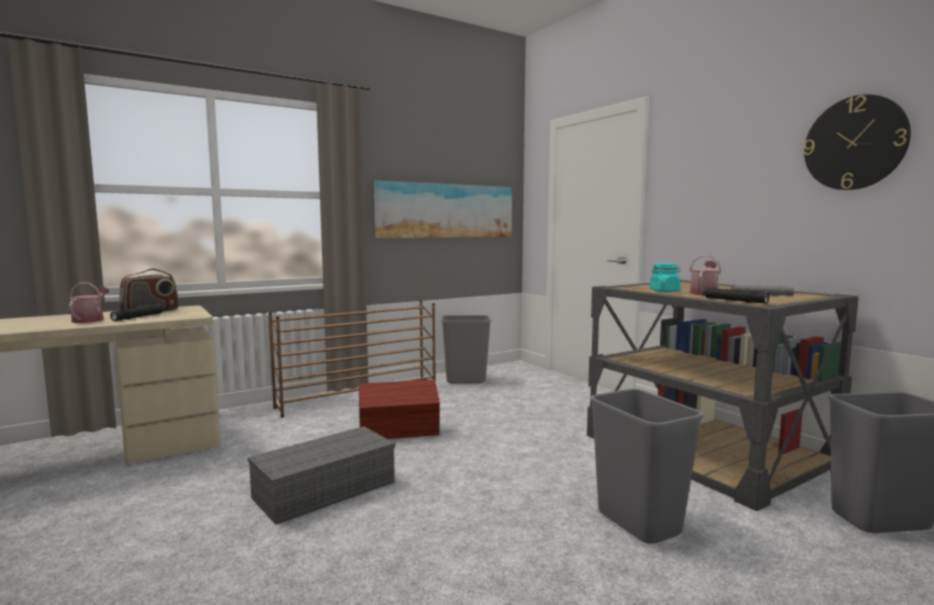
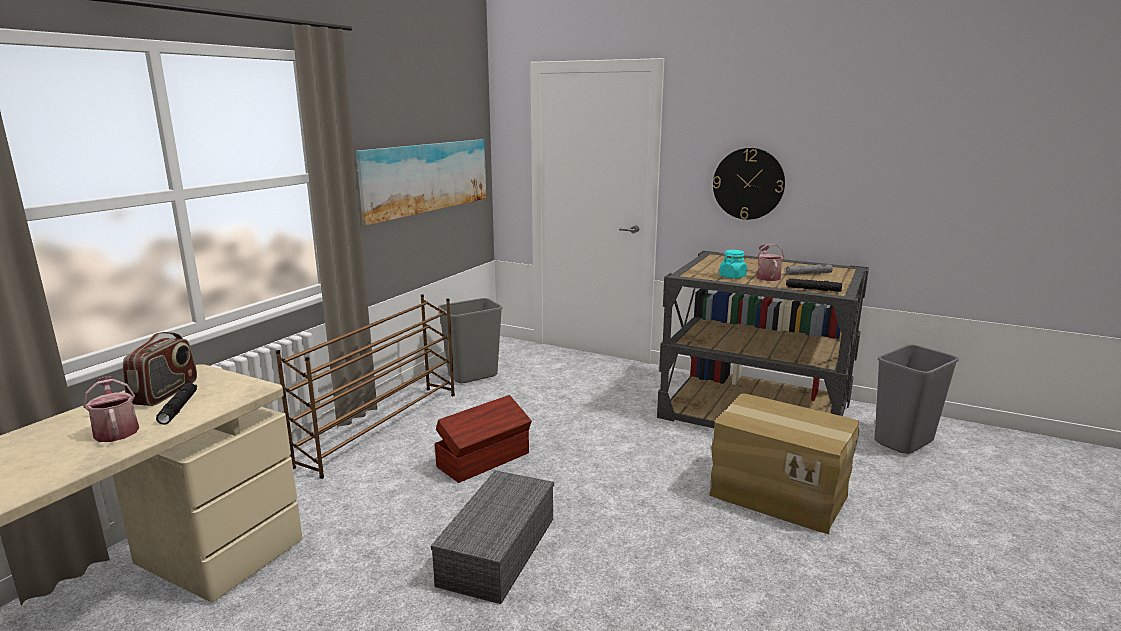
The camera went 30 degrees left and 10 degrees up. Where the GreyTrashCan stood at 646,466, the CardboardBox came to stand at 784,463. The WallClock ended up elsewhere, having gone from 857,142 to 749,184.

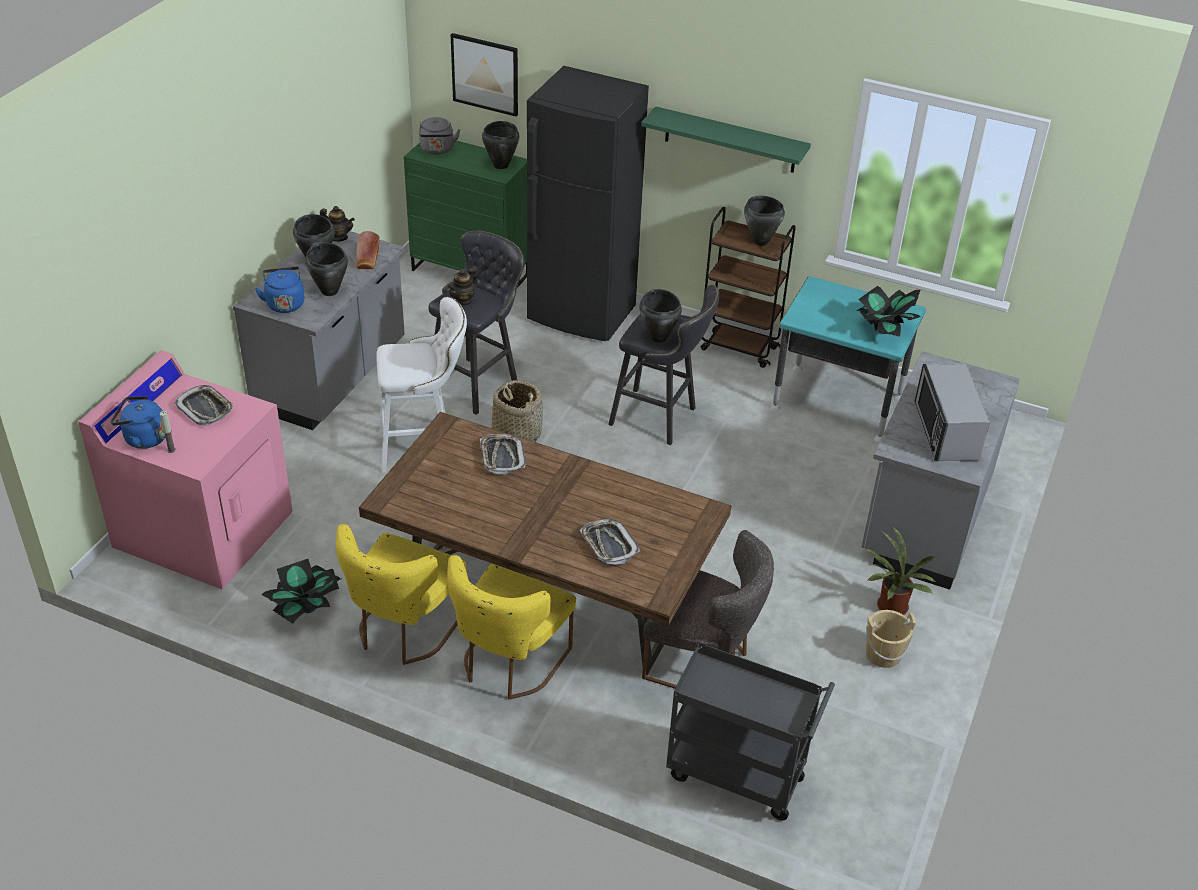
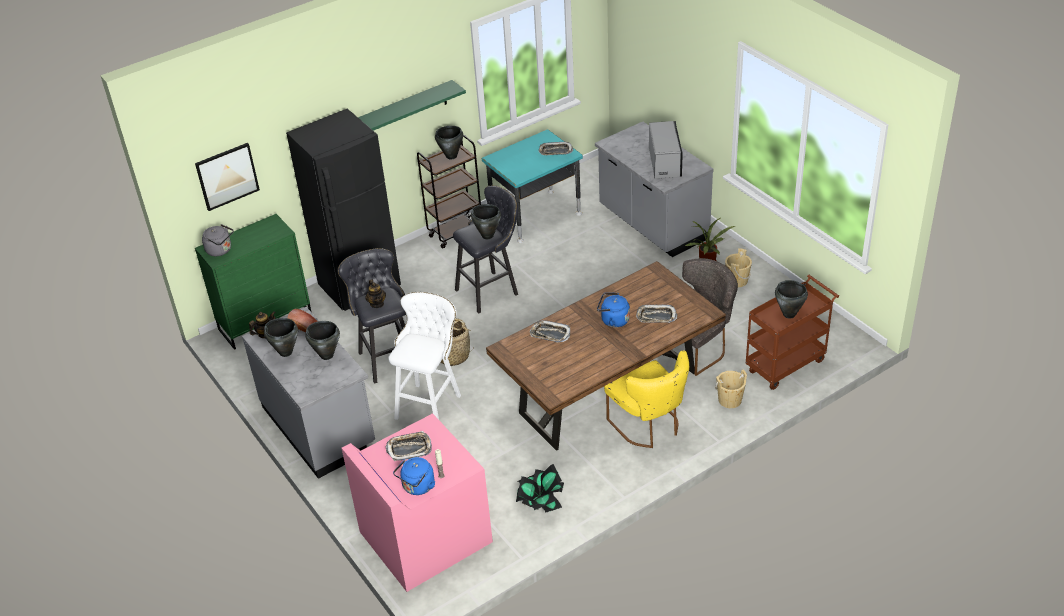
The camera went 55 degrees left and 0 degrees up. Where the PottedPlant stood at 889,311, the Tray came to stand at 556,148. The BlueKettle ended up elsewhere, having gone from 279,290 to 613,310. The Microwave at 952,412 ended up facing another way, 120 degrees counterclockwise from before. The second view gained the BeigeBucket at 731,389. What was the GreyCart at 750,732 turned into the BrownCart at 792,332. The BlackCookingPot ended up elsewhere, having gone from 500,145 to 791,299. The second view lost the YellowChair at 401,594.

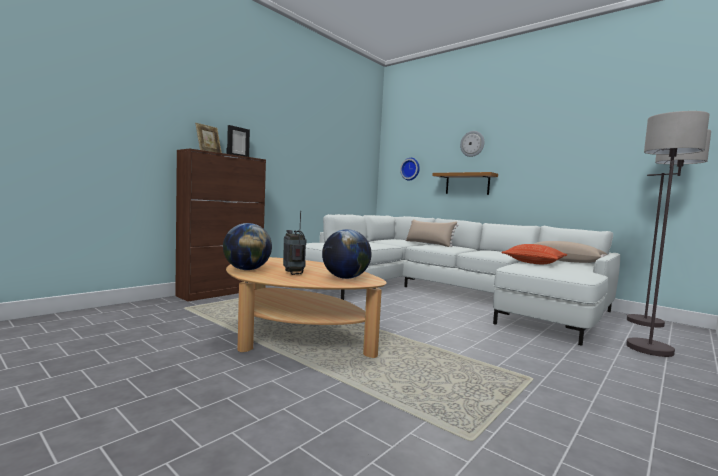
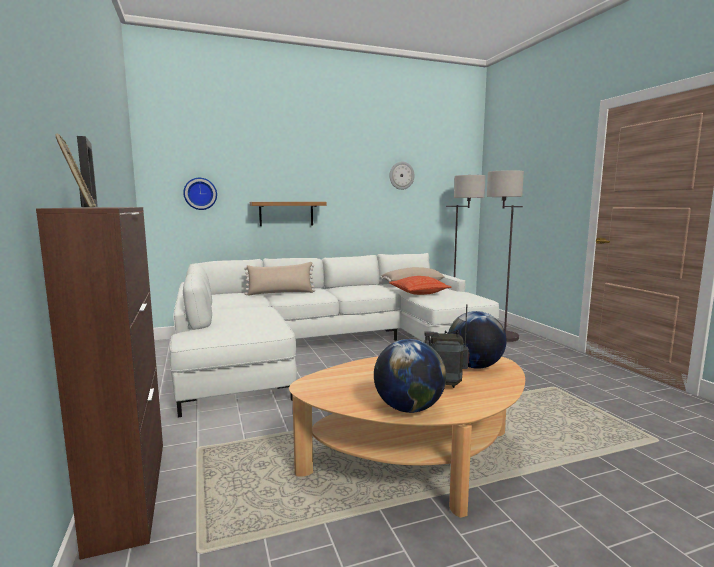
The camera went 60 degrees left and 5 degrees up. The WallClock ended up elsewhere, having gone from 472,144 to 401,176.

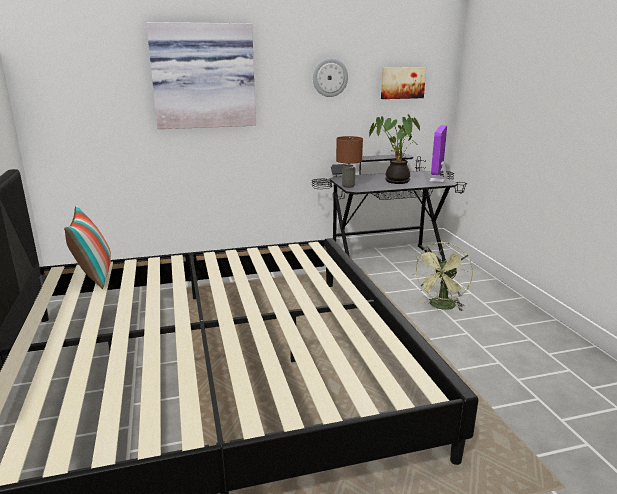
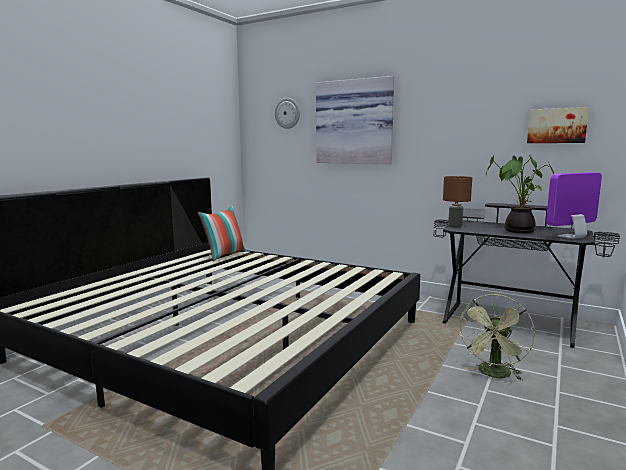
The camera went 45 degrees right and 10 degrees down. The WallClock ended up elsewhere, having gone from 330,77 to 287,113. The GreenFan at 443,276 ended up facing another way, 45 degrees counterclockwise from before.

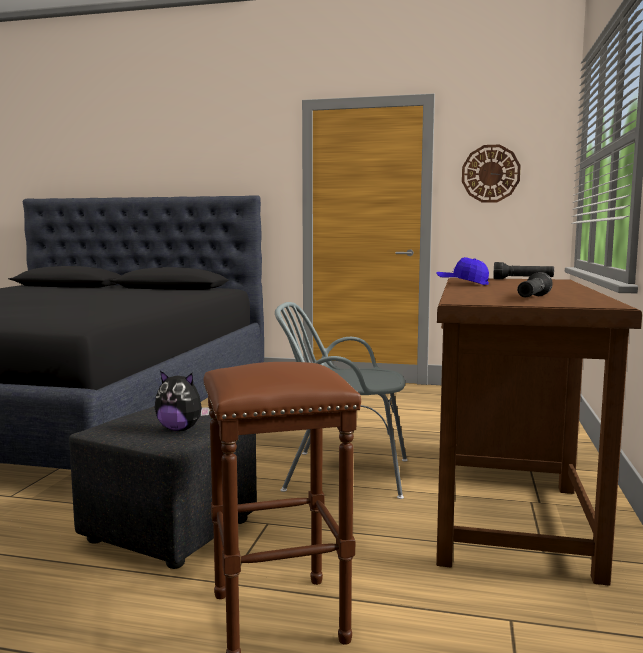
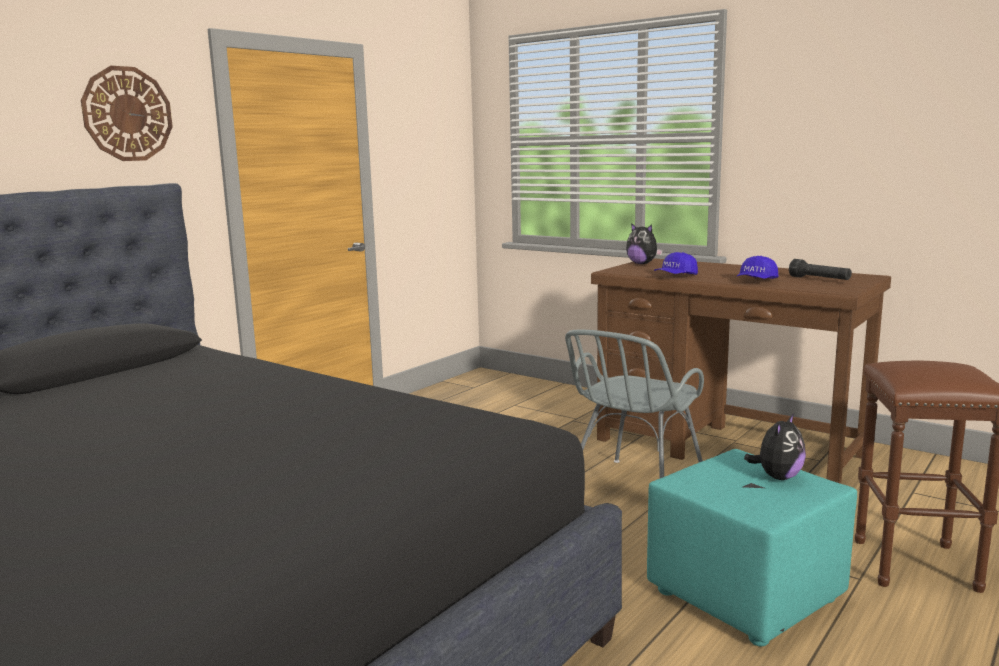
The camera went 65 degrees left and 5 degrees up. The WallClock ended up elsewhere, having gone from 491,174 to 127,113. Where the BlackFlashlight stood at 523,270, the PlushToy came to stand at 644,243. What was the BlackOttoman at 163,487 turned into the TurquoiseOttoman at 752,547. The second view gained the BlueCap at 757,267.

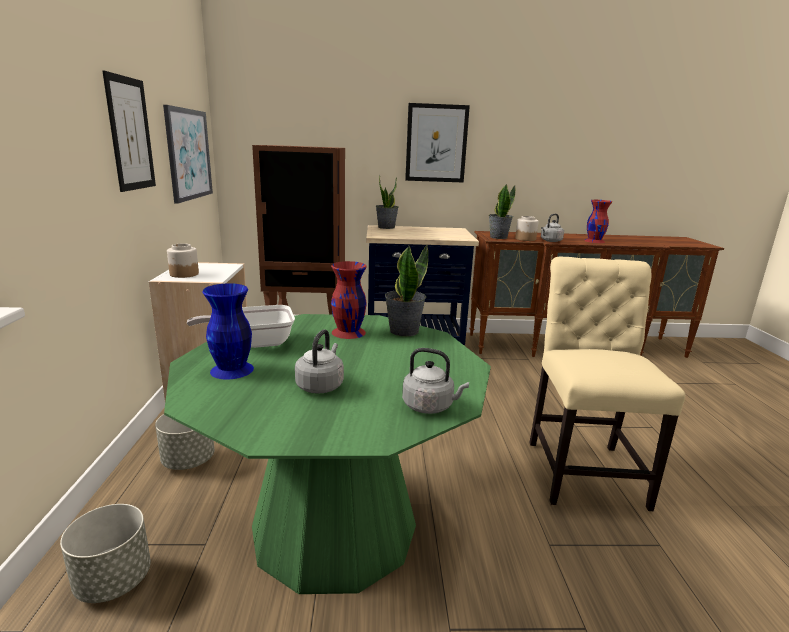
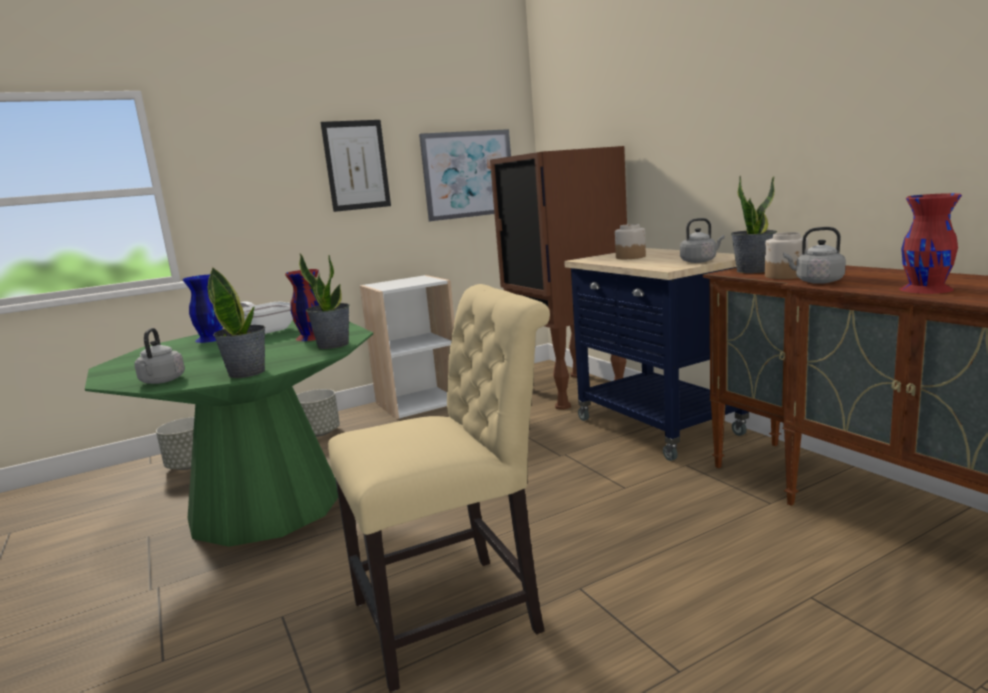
The camera went 65 degrees right and 5 degrees down. The PottedPlant ended up elsewhere, having gone from 387,202 to 237,322. The Jar ended up elsewhere, having gone from 183,260 to 630,241. The GreyKettle ended up elsewhere, having gone from 319,361 to 702,240. The second view lost the Picture at 437,143.

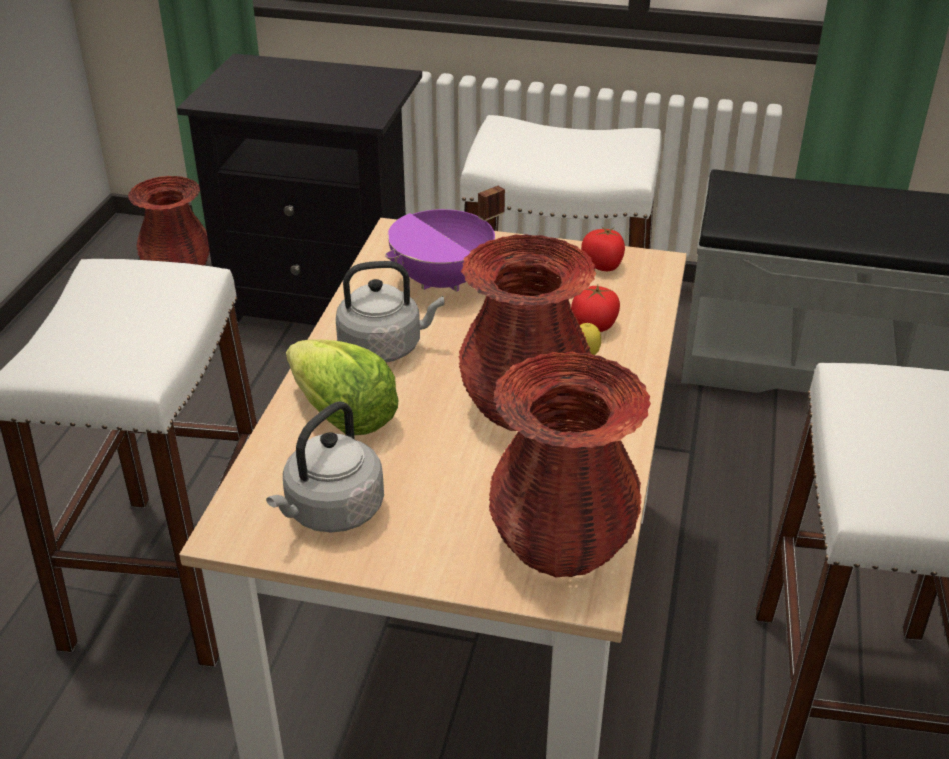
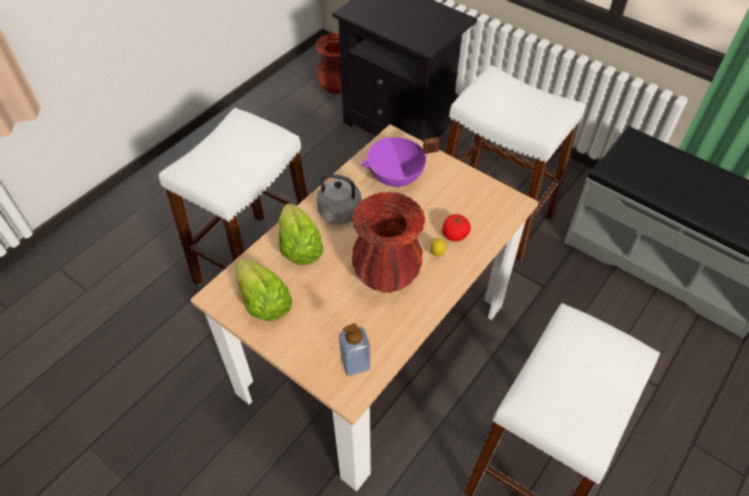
The camera went 25 degrees right and 15 degrees up. Where the GreyKettle stood at 325,467, the Lettuce came to stand at 264,290. Where the RedVase stood at 570,464, the SoapDispenser came to stand at 354,349. The second view lost the Tomato at 603,248.

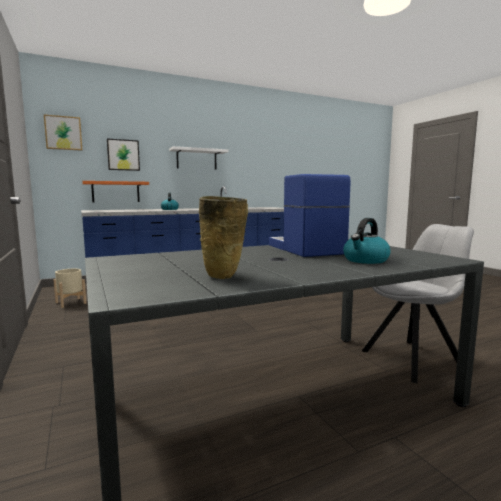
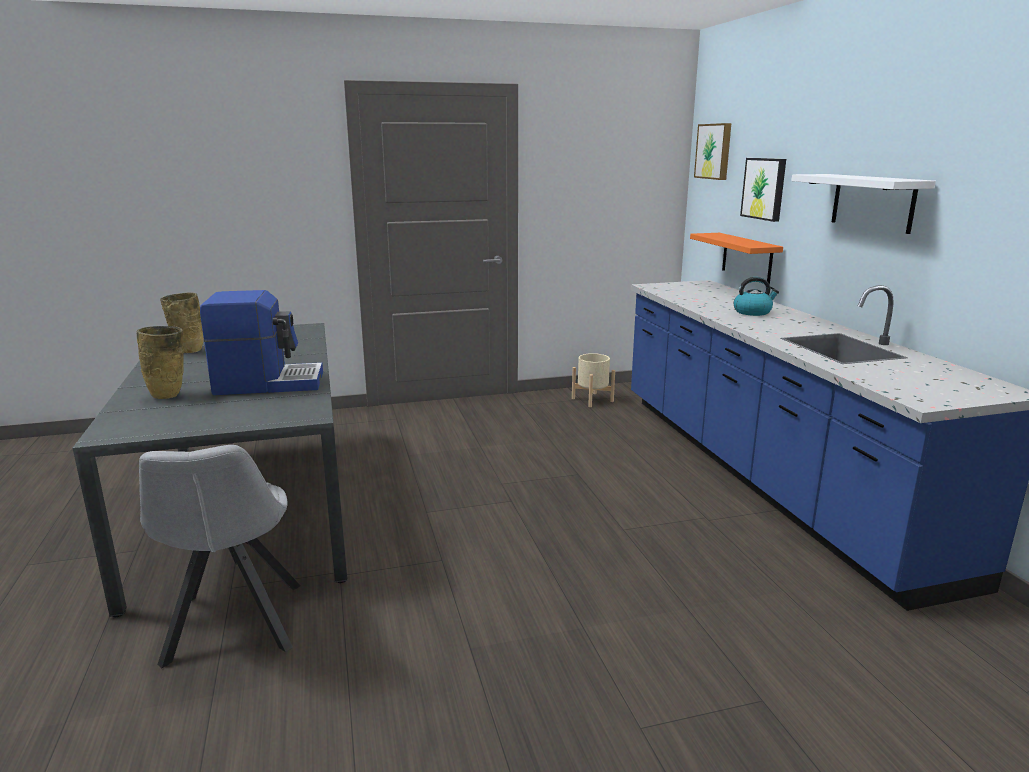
The camera went 100 degrees right and 10 degrees up. Where the Kettle stood at 367,241, the BeigeVase came to stand at 160,362.

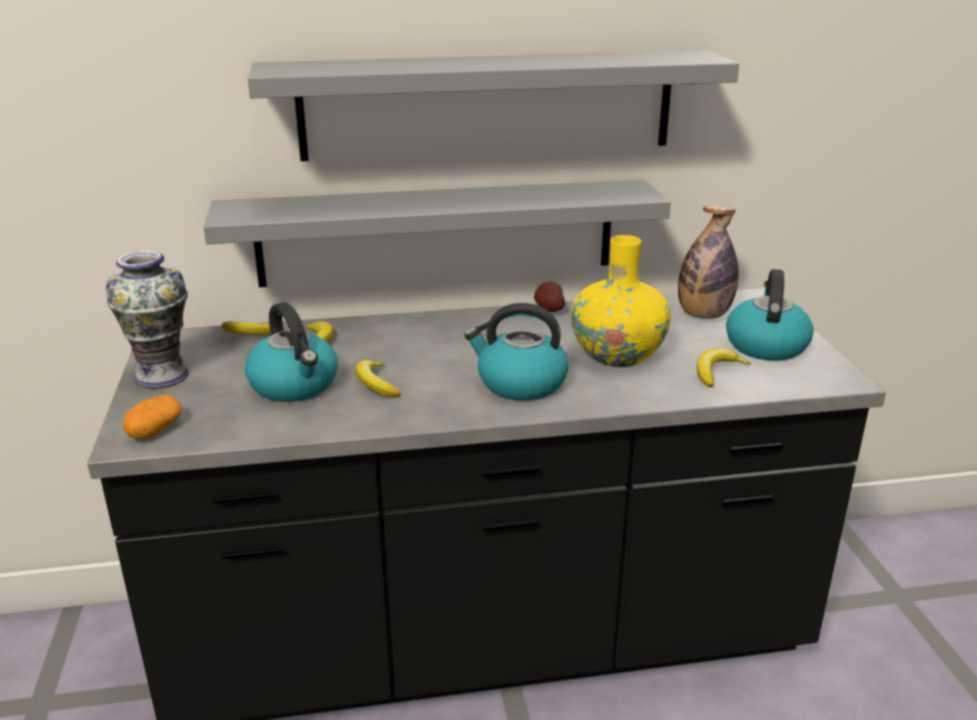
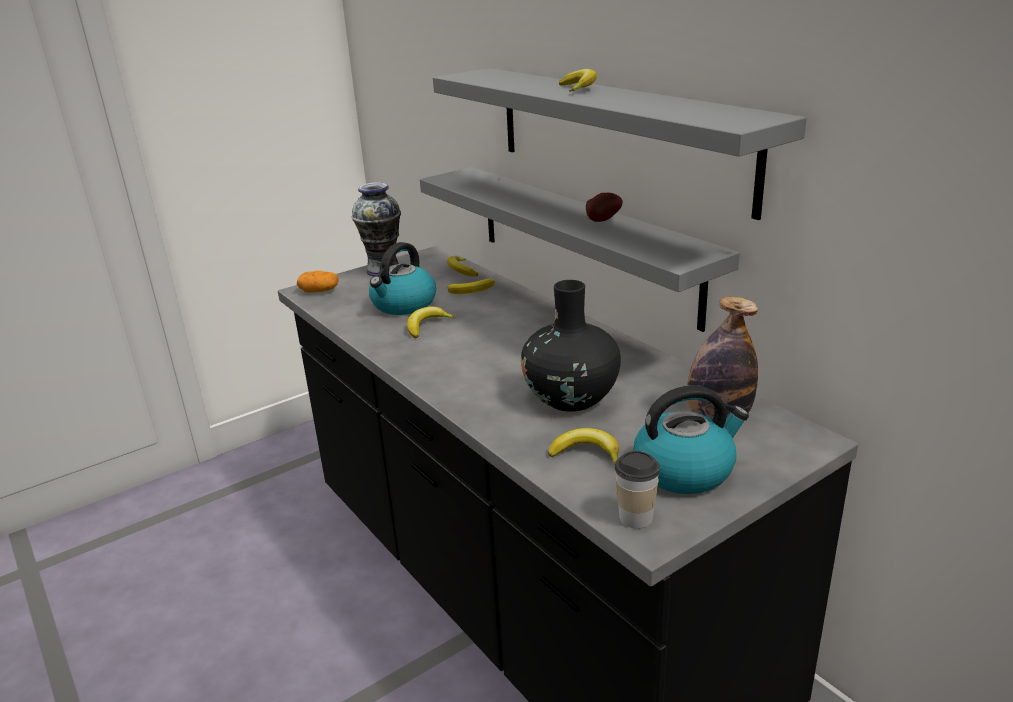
The camera went 65 degrees right and 0 degrees up. What was the YellowVase at 621,301 turned into the BlackVase at 571,346. The second view gained the Banana at 578,80. The Potato ended up elsewhere, having gone from 549,297 to 604,207. The second view gained the Cup at 637,489. The second view lost the Kettle at 516,351.

